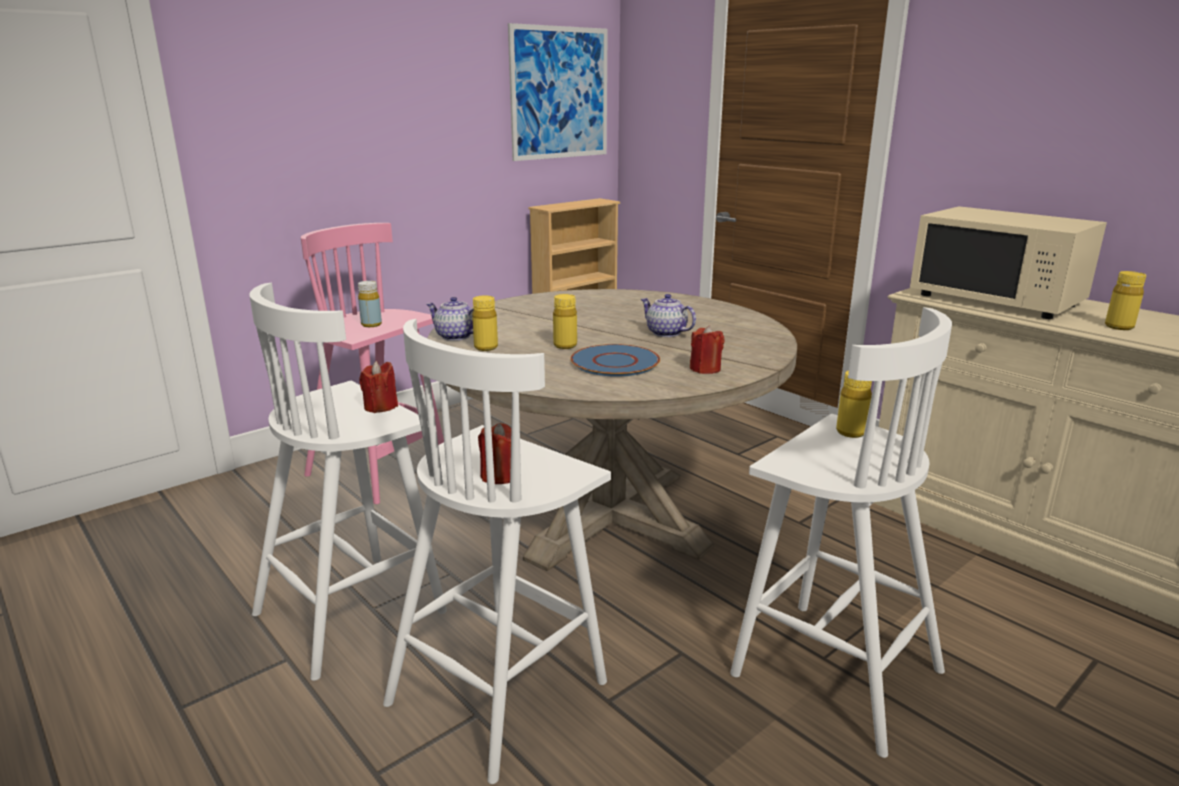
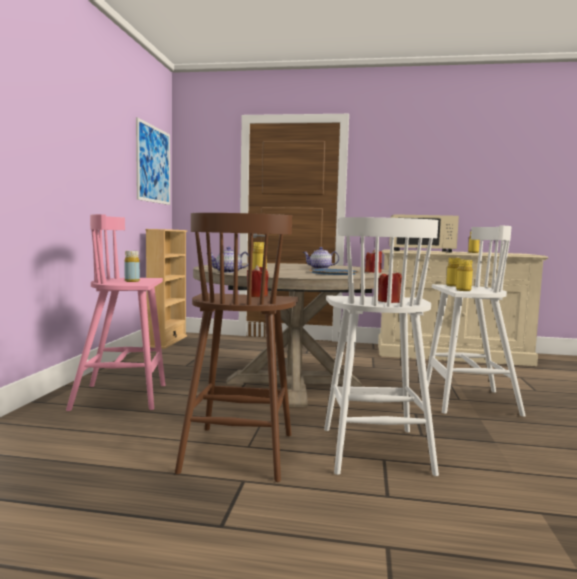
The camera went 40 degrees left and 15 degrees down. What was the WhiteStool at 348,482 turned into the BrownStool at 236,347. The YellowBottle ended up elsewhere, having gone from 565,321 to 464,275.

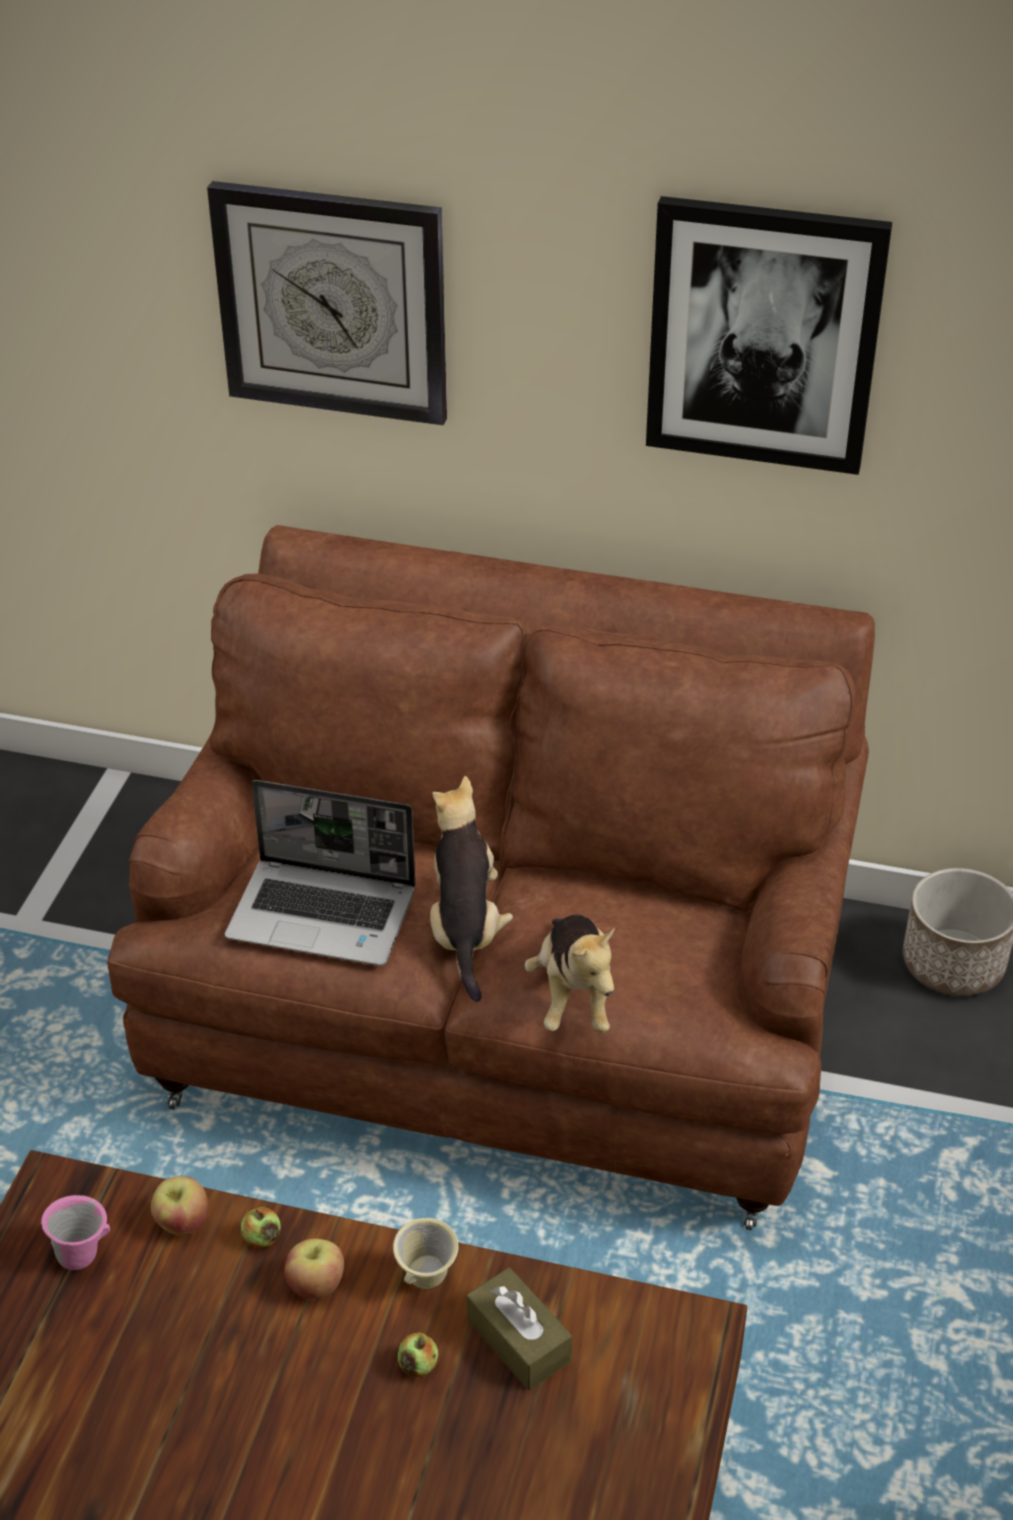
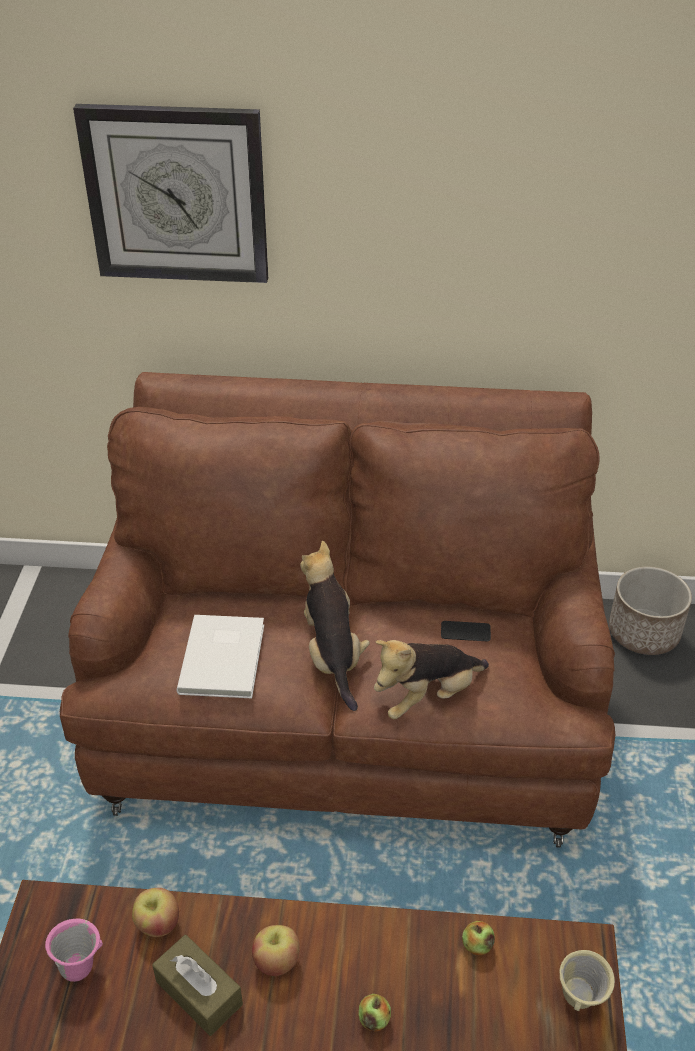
The camera went 10 degrees left and 0 degrees up. The BrownTissueBox ended up elsewhere, having gone from 519,1328 to 197,985. Where the Laptop stood at 320,873, the WhiteBook came to stand at 220,657. The PlushToy at 570,973 ended up facing another way, 75 degrees clockwise from before. The second view gained the Phone at 466,631. The Apple ended up elsewhere, having gone from 261,1227 to 478,938. The BeigeMug ended up elsewhere, having gone from 426,1253 to 587,980. The second view lost the Picture at 769,335.

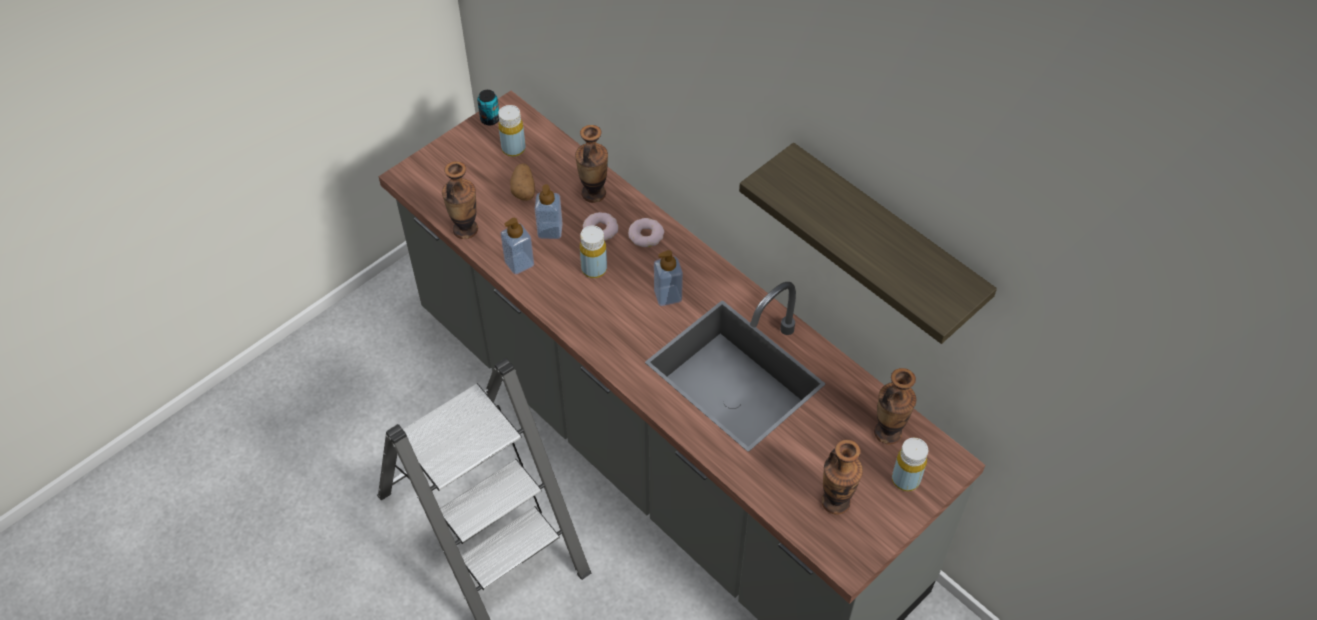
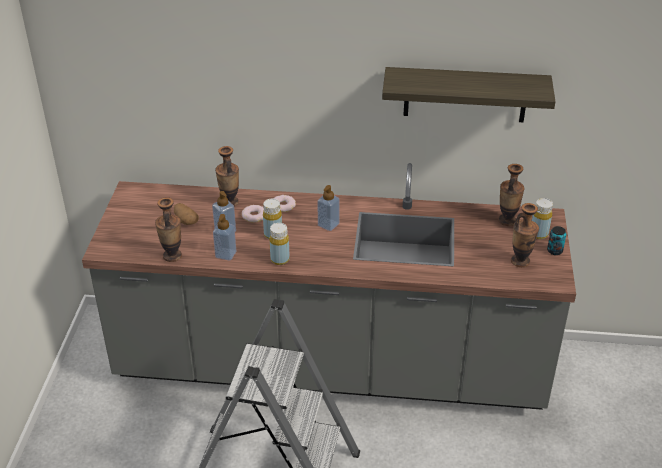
The camera went 40 degrees left and 15 degrees down. The YellowBottle ended up elsewhere, having gone from 512,131 to 279,244. The Can ended up elsewhere, having gone from 488,108 to 556,240.

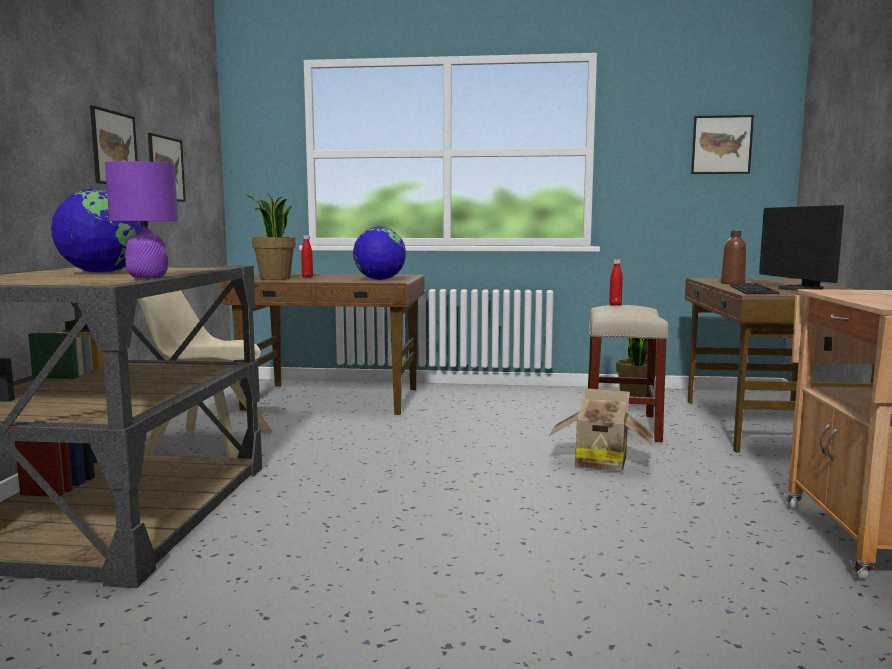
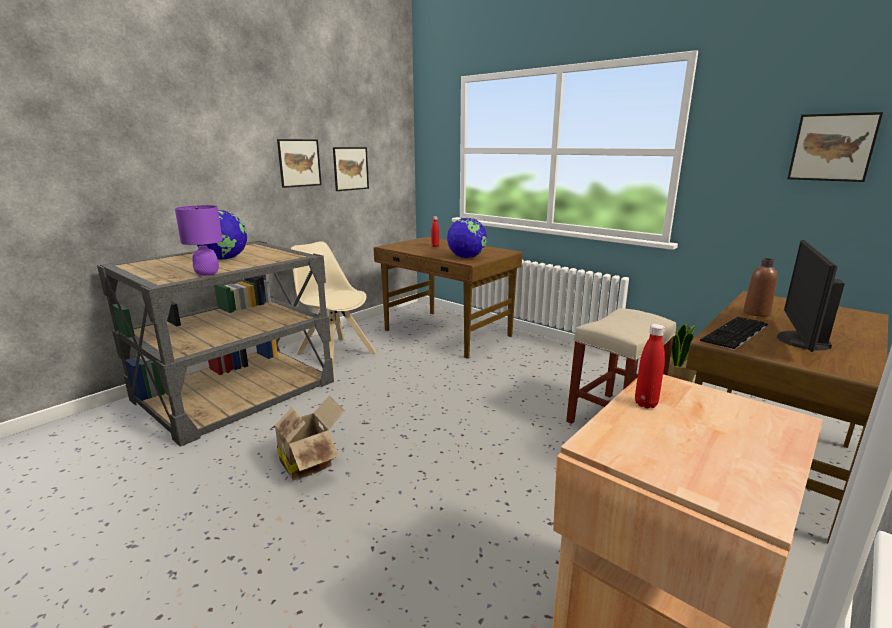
The camera went 35 degrees right and 10 degrees up. The CardboardBox ended up elsewhere, having gone from 601,430 to 307,438. The RedBottle ended up elsewhere, having gone from 616,282 to 650,366. The second view lost the PottedPlant at 271,236.

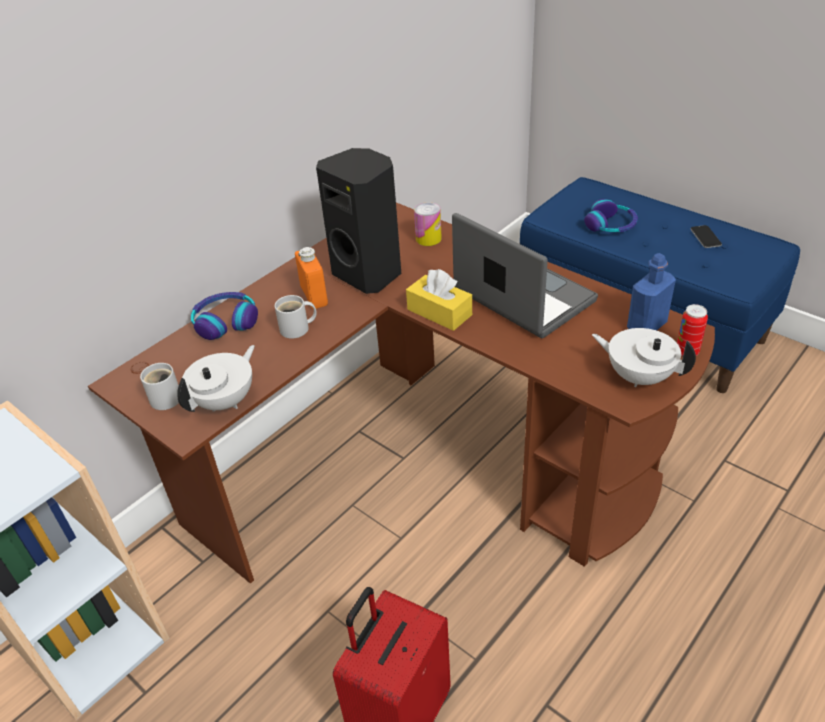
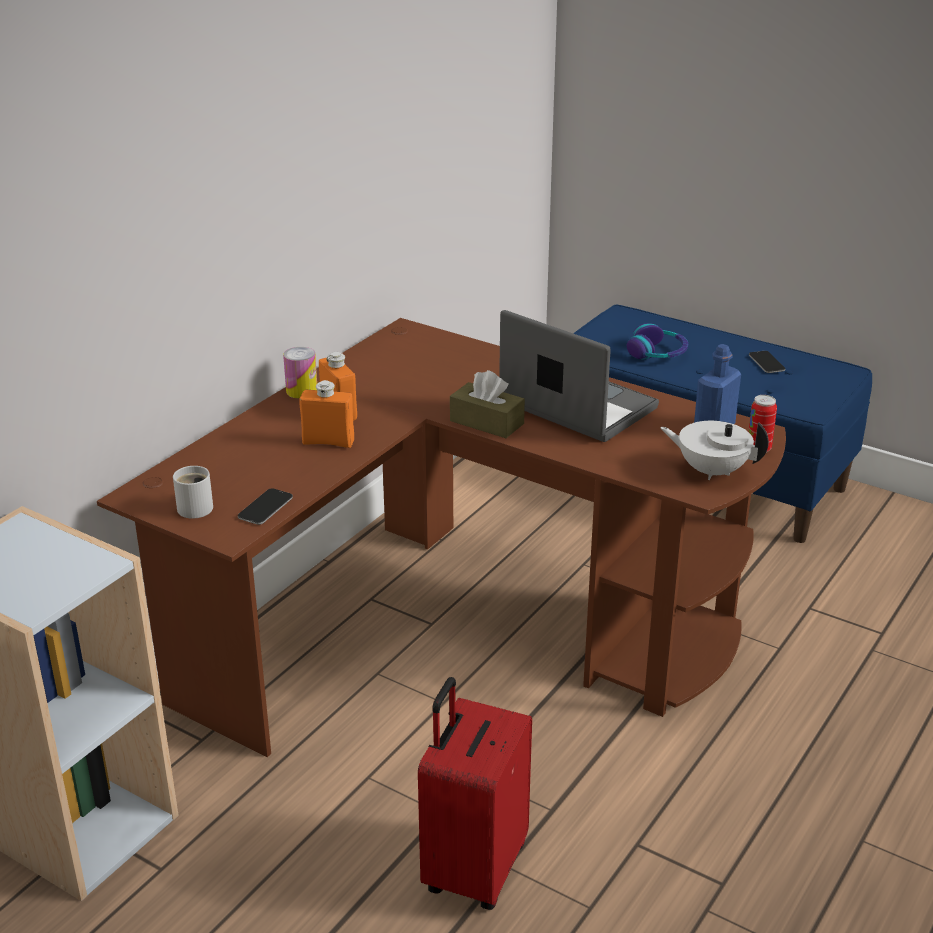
The camera went 10 degrees left and 10 degrees down. Where the WhiteTeapot stood at 216,378, the Phone came to stand at 265,506. The Can ended up elsewhere, having gone from 428,224 to 300,373. Where the WhiteMug stood at 296,317, the OrangeBottle came to stand at 326,414. What was the YellowTissueBox at 439,300 turned into the BrownTissueBox at 487,404. The second view lost the Headphones at 224,316. The second view lost the BlackSpeaker at 358,221.

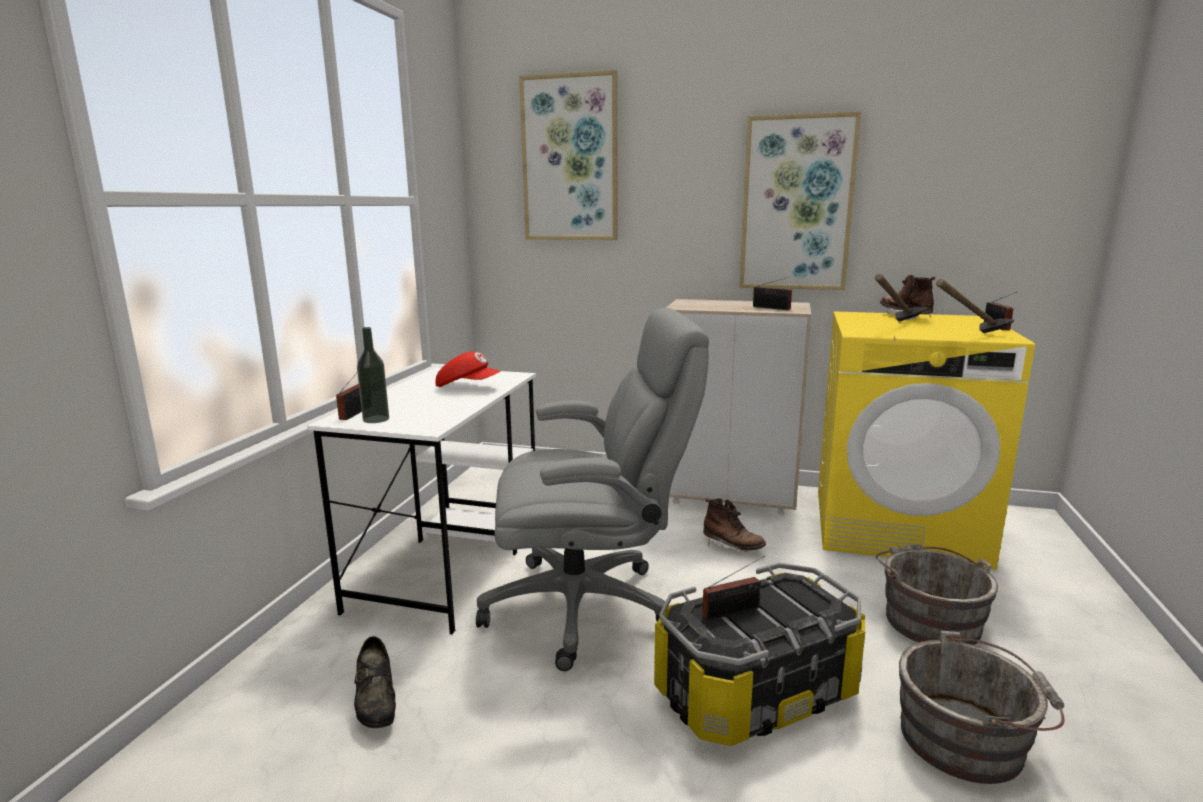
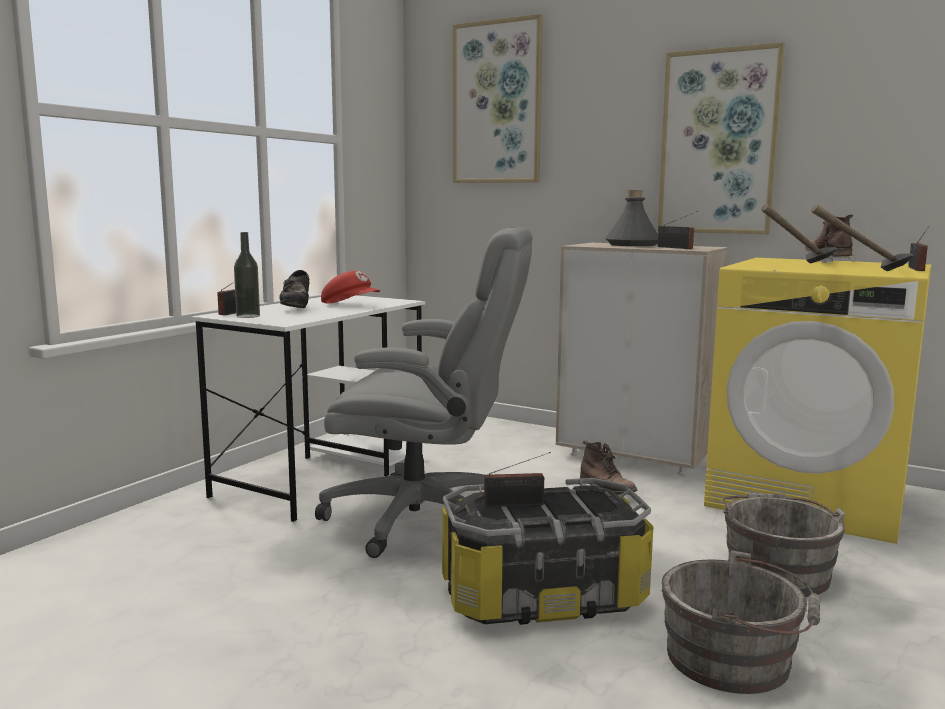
The camera went 15 degrees right and 5 degrees down. The BlackShoe ended up elsewhere, having gone from 375,682 to 294,289. The second view gained the GreyBottle at 631,218.

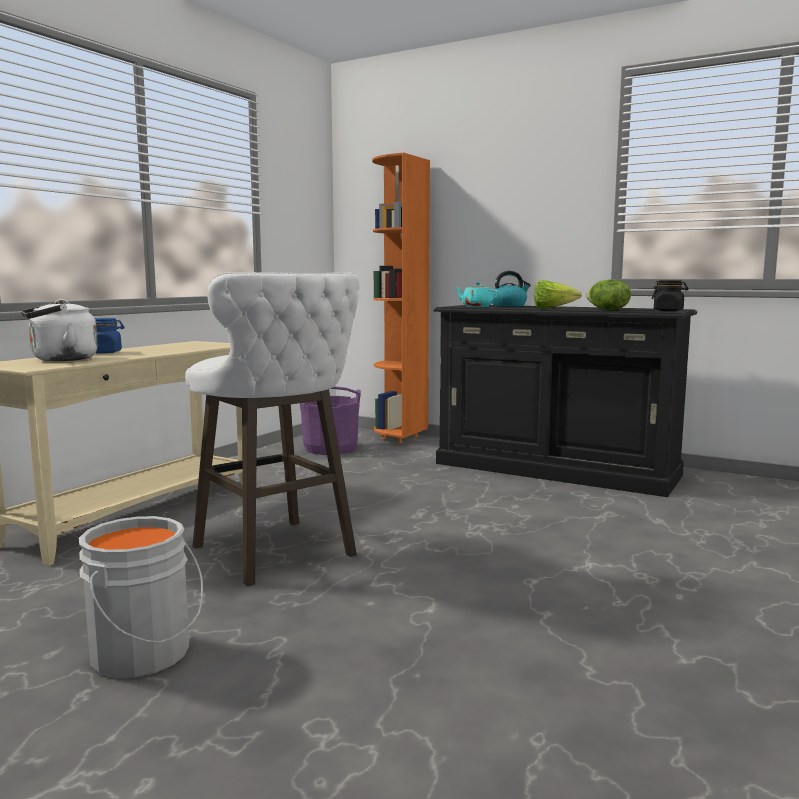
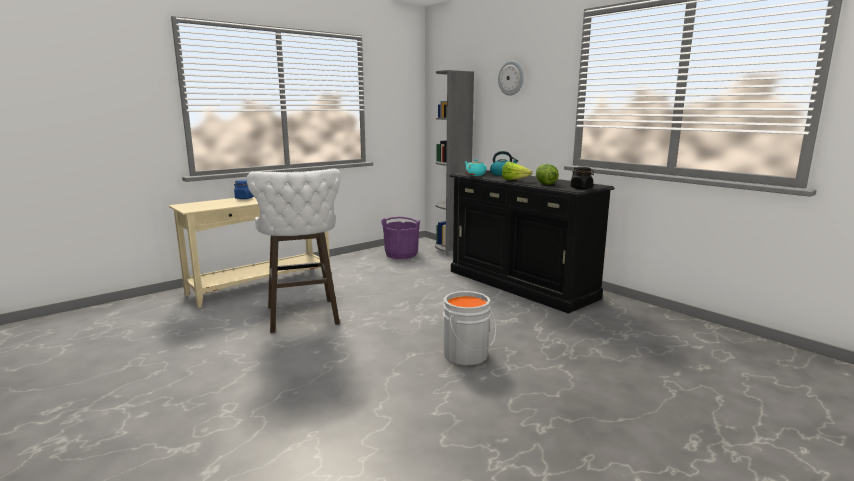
The camera went 20 degrees right and 5 degrees up. What was the OrangeBookcase at 401,298 turned into the GreyBookcase at 454,162. The GreyBucket ended up elsewhere, having gone from 141,597 to 469,328. The second view gained the WallClock at 511,78. The second view lost the WhiteKettle at 59,330.

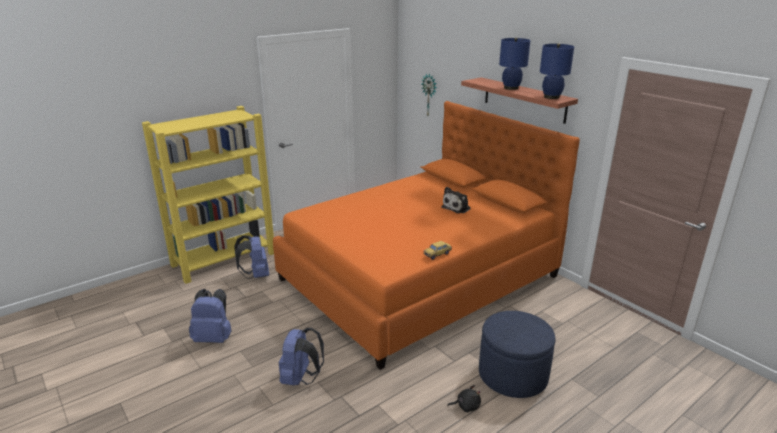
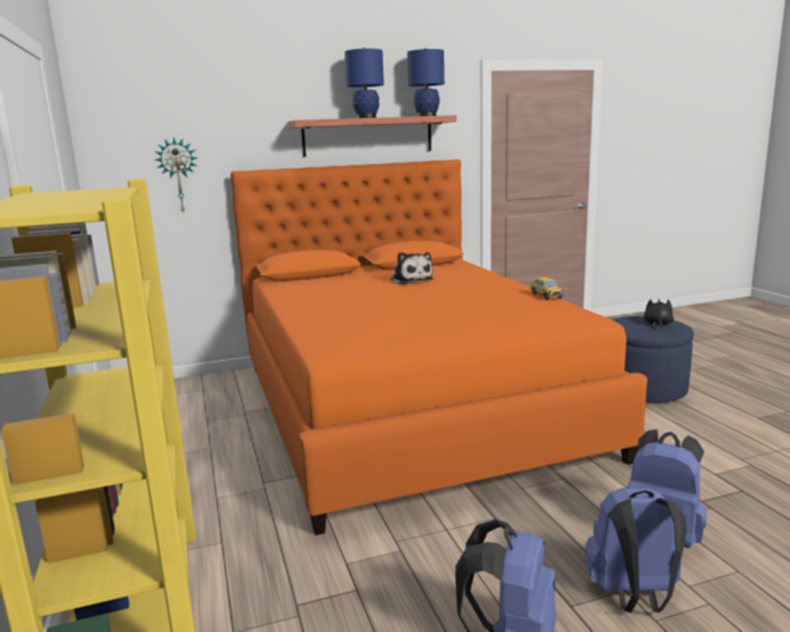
The camera went 70 degrees left and 10 degrees down. The BlueBackpack ended up elsewhere, having gone from 251,257 to 636,550. The BlackPlushToy ended up elsewhere, having gone from 464,398 to 659,314.

